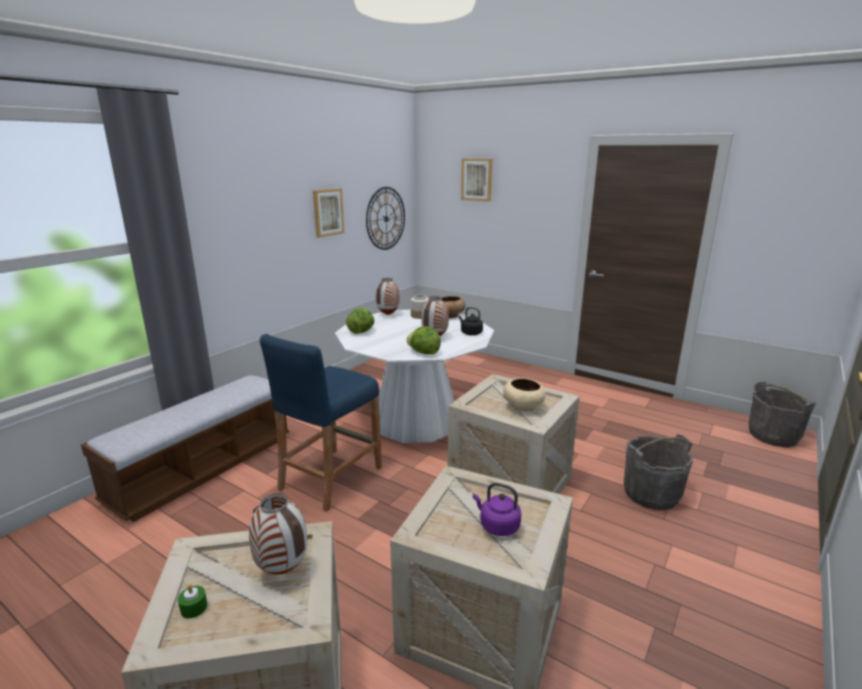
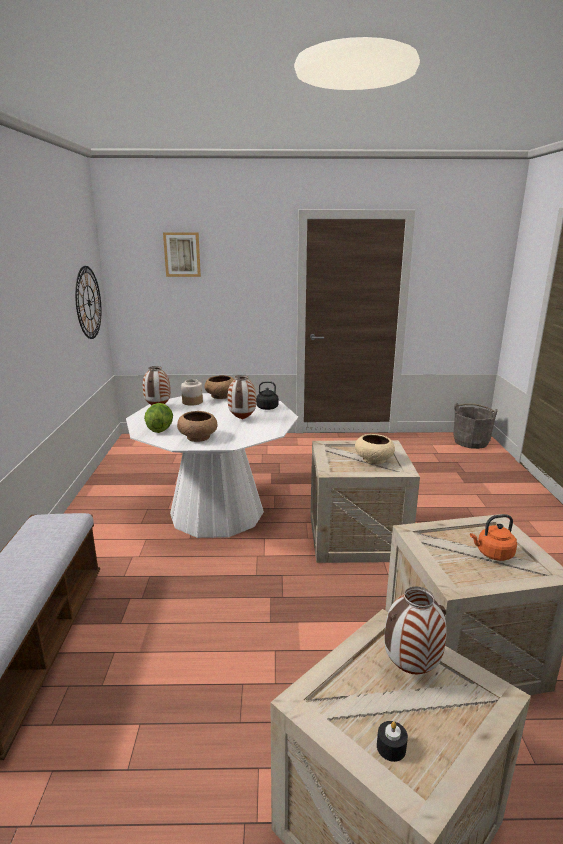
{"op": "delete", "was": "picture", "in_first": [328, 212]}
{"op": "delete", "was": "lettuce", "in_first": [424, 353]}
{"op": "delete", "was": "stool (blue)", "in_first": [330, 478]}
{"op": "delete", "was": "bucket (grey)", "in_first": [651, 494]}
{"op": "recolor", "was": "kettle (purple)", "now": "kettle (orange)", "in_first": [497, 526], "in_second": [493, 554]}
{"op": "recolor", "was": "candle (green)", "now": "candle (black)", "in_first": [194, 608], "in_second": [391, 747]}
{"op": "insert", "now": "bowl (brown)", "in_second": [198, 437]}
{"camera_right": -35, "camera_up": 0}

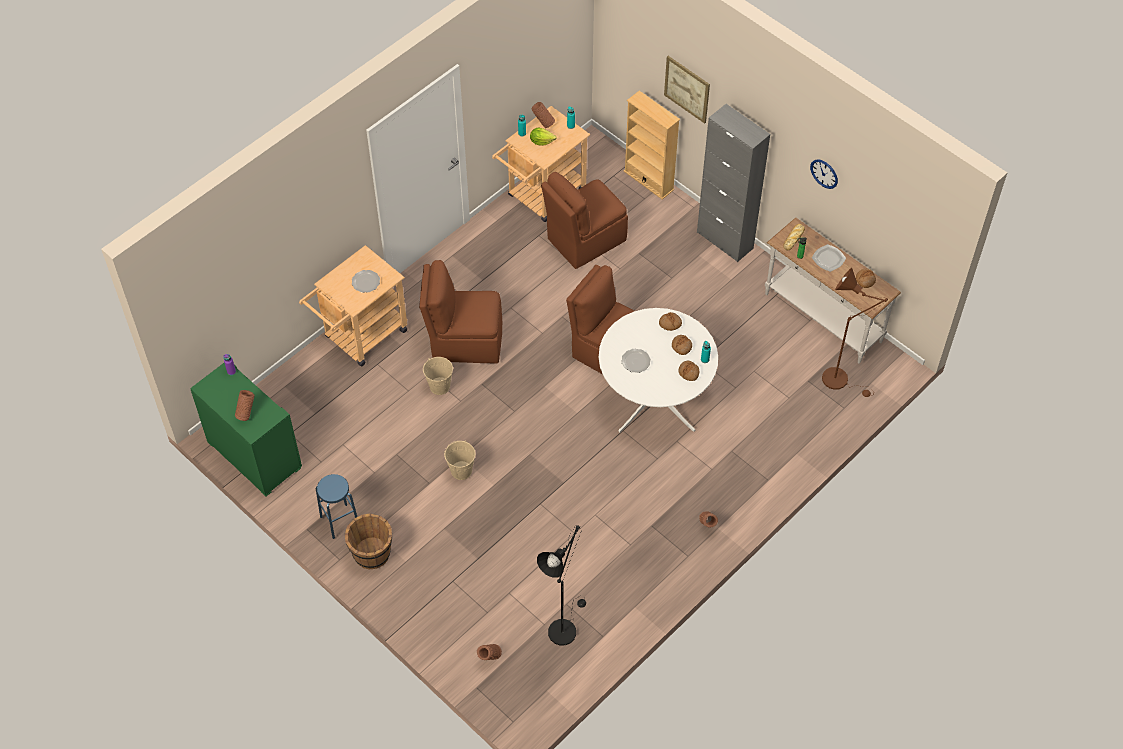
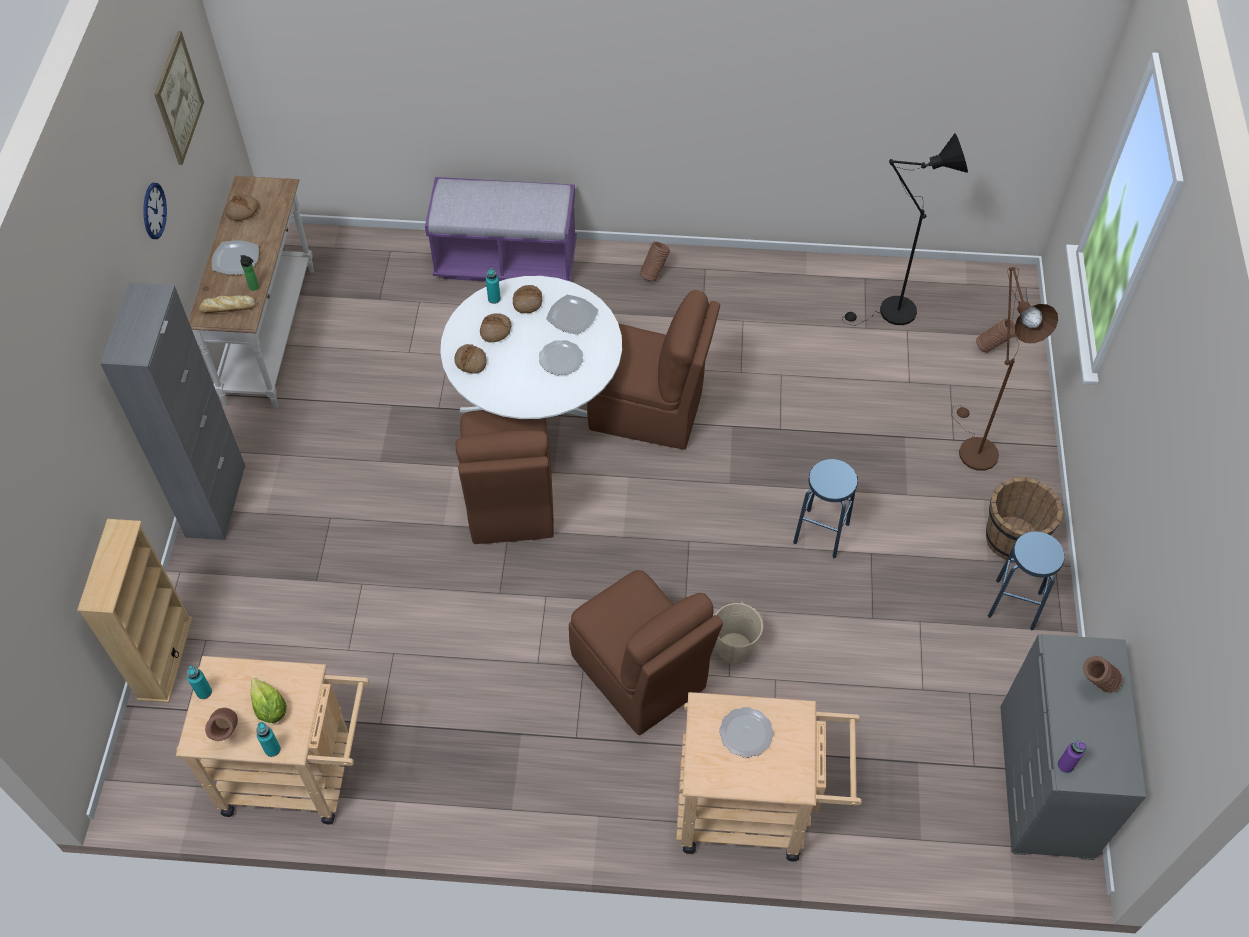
{"op": "move", "was": "picture", "in_first": [687, 89], "in_second": [178, 98]}
{"op": "move", "was": "chair (brown)", "in_first": [584, 240], "in_second": [649, 411]}
{"op": "move", "was": "floor lamp (brown)", "in_first": [840, 380], "in_second": [974, 448]}
{"op": "recolor", "was": "dresser (green)", "now": "dresser (grey)", "in_first": [253, 455], "in_second": [1047, 782]}
{"op": "replace", "was": "bucket (beige)", "now": "stool (blue)", "in_first": [461, 470], "in_second": [821, 533]}
{"op": "insert", "now": "bench (purple)", "in_second": [506, 261]}
{"op": "insert", "now": "plate", "in_second": [572, 316]}
{"camera_right": -130, "camera_up": 0}

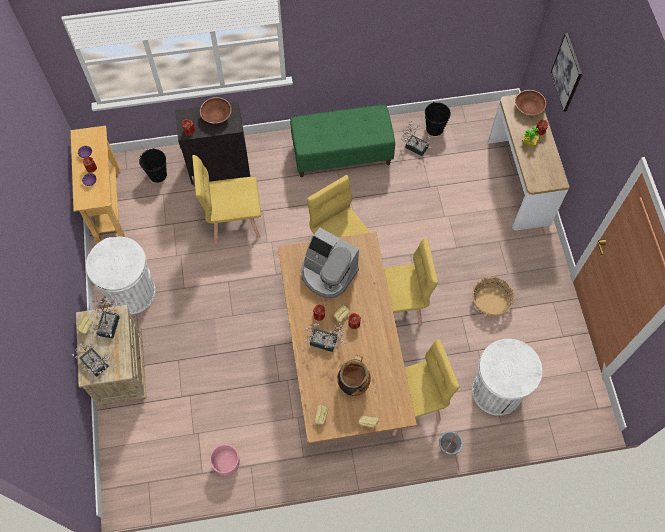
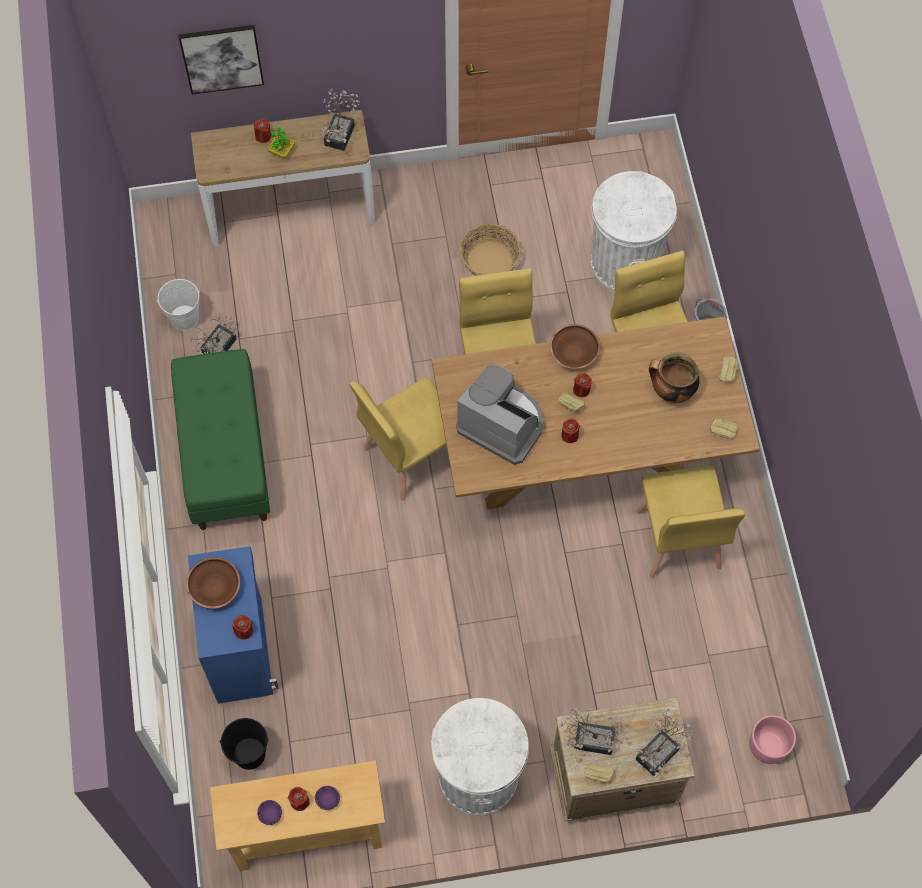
{"op": "move", "was": "bowl (brown)", "in_first": [528, 108], "in_second": [574, 353]}
{"op": "recolor", "was": "cabinet (black)", "now": "cabinet (blue)", "in_first": [219, 168], "in_second": [241, 649]}
{"op": "recolor", "was": "bucket (black)", "now": "bucket (white)", "in_first": [434, 128], "in_second": [184, 318]}
{"op": "move", "was": "chair (yellow)", "in_first": [234, 221], "in_second": [677, 540]}
{"op": "rotate", "was": "coffee machine", "in_first": [328, 273], "in_second": [502, 424], "clockwise": -90}
{"op": "move", "was": "potted plant", "in_first": [326, 342], "in_second": [341, 132]}
{"op": "move", "was": "planter (pink)", "in_first": [226, 464], "in_second": [768, 746]}
{"camera_right": -90, "camera_up": 0}

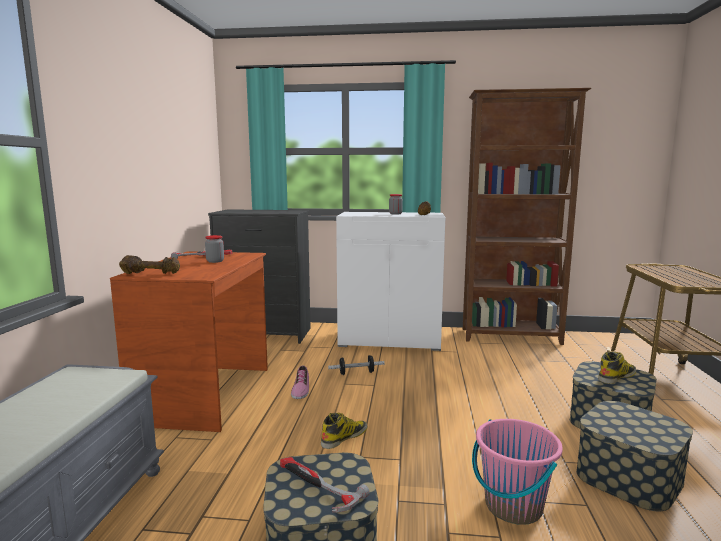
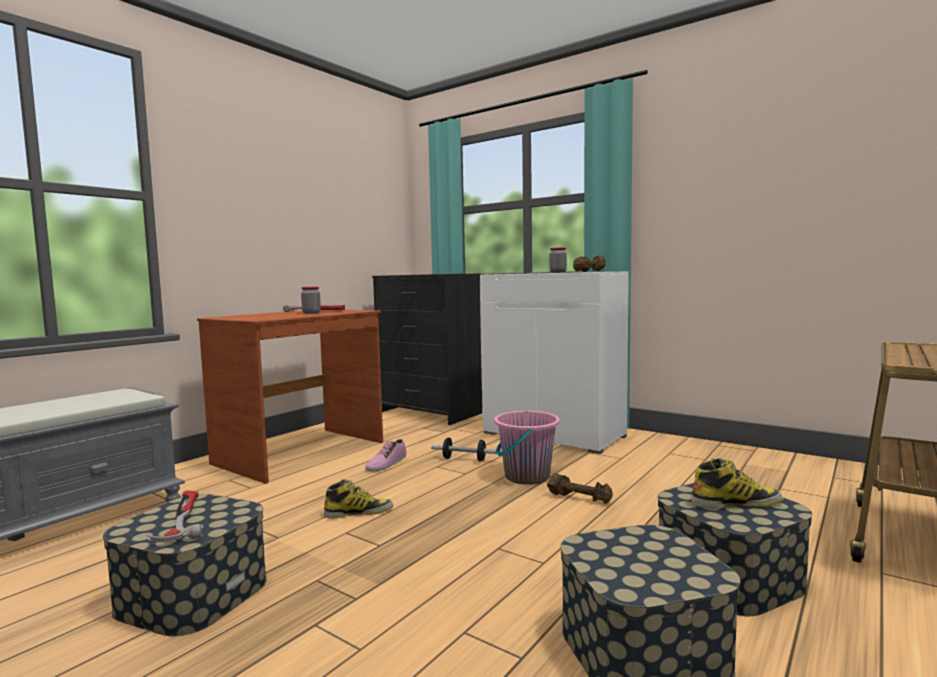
{"op": "delete", "was": "bookcase (brown)", "in_first": [511, 337]}
{"op": "move", "was": "dumbbell (brown)", "in_first": [151, 273], "in_second": [580, 498]}
{"op": "move", "was": "bucket (pink)", "in_first": [513, 506], "in_second": [526, 477]}
{"camera_right": 30, "camera_up": -5}

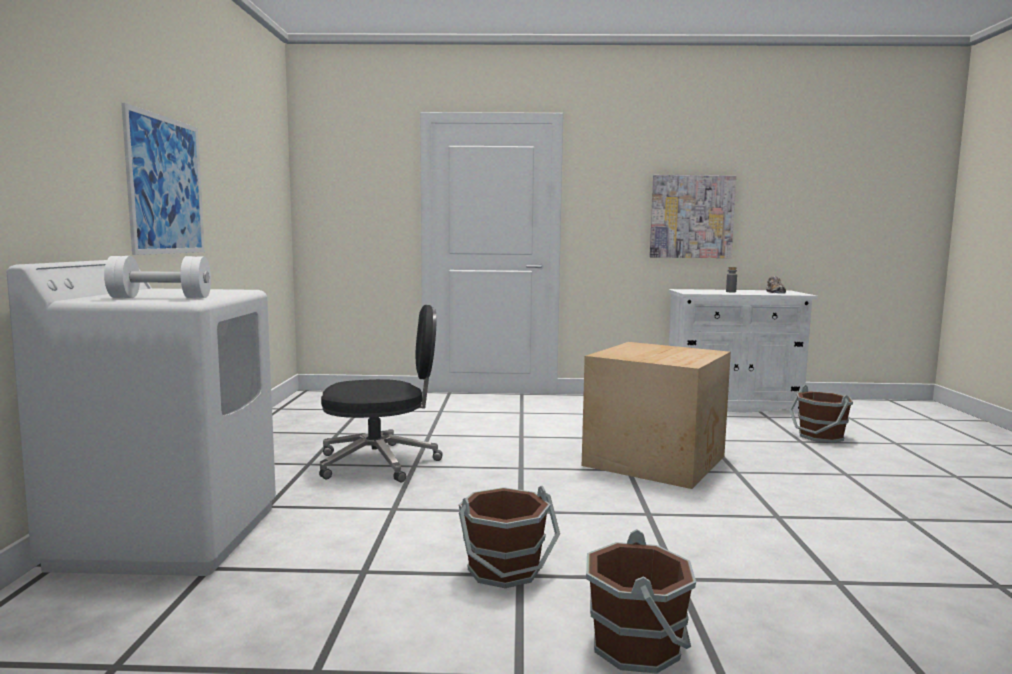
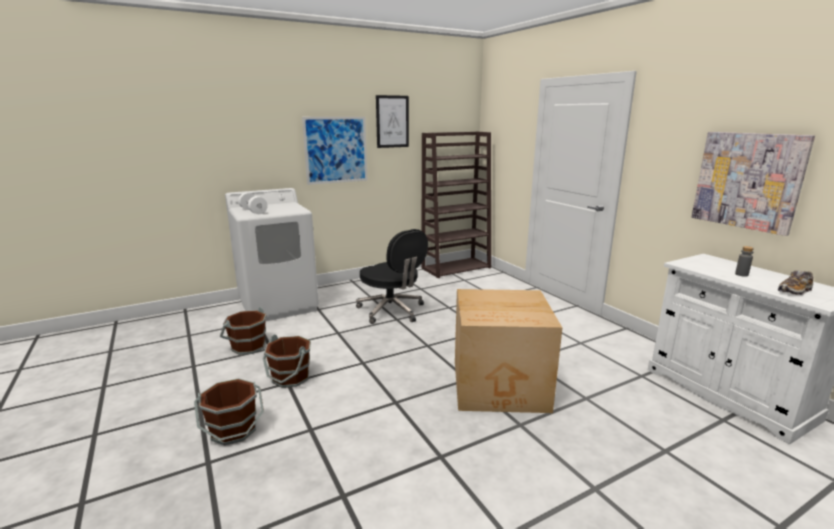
{"op": "move", "was": "bucket (brown)", "in_first": [820, 436], "in_second": [248, 346]}
{"op": "insert", "now": "picture", "in_second": [392, 121]}
{"op": "insert", "now": "bookcase (brown)", "in_second": [456, 268]}
{"camera_right": 60, "camera_up": 10}

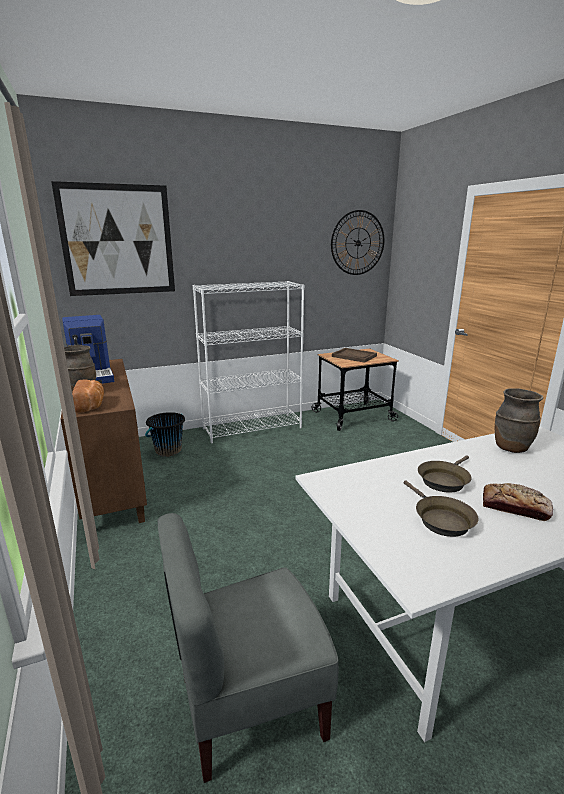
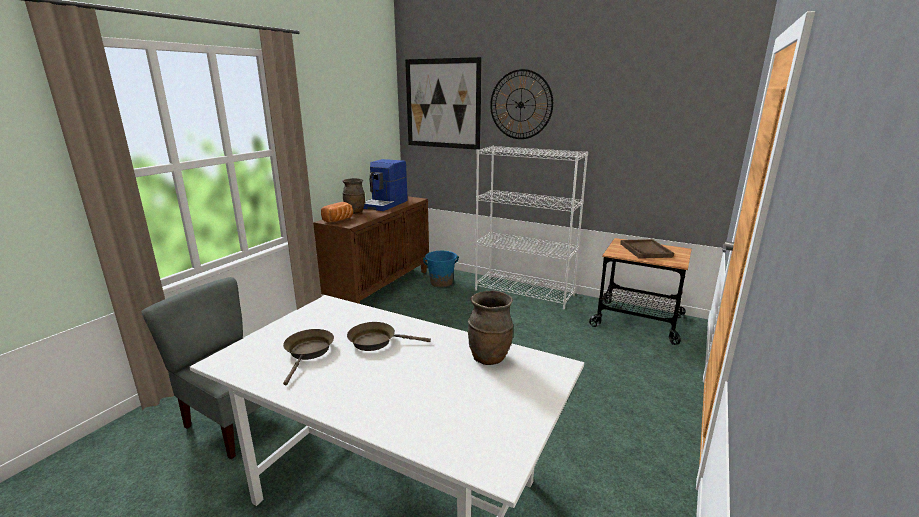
{"op": "move", "was": "wall clock", "in_first": [358, 243], "in_second": [521, 105]}
{"op": "recolor", "was": "bucket (black)", "now": "bucket (blue)", "in_first": [168, 451], "in_second": [441, 283]}
{"op": "rotate", "was": "frying pan (brown)", "in_first": [440, 519], "in_second": [308, 352], "clockwise": 150}
{"op": "delete", "was": "bread", "in_first": [515, 507]}
{"camera_right": 50, "camera_up": 0}

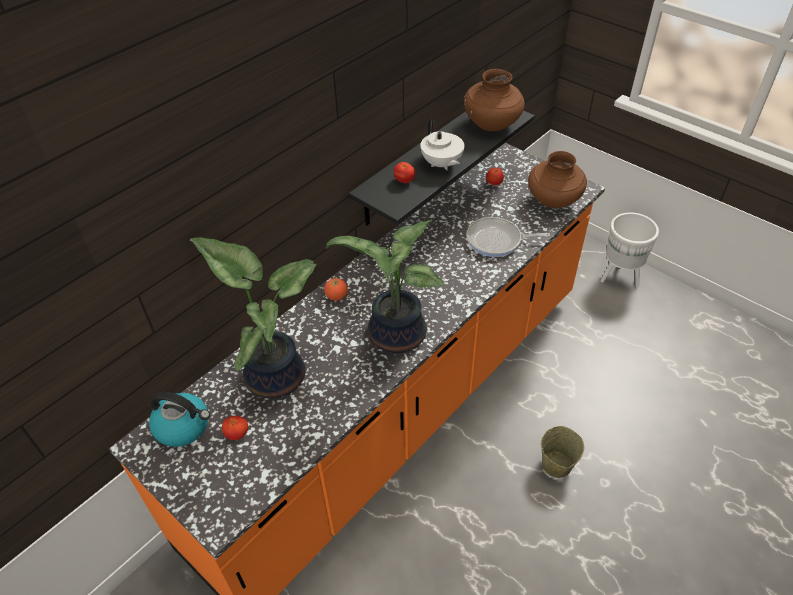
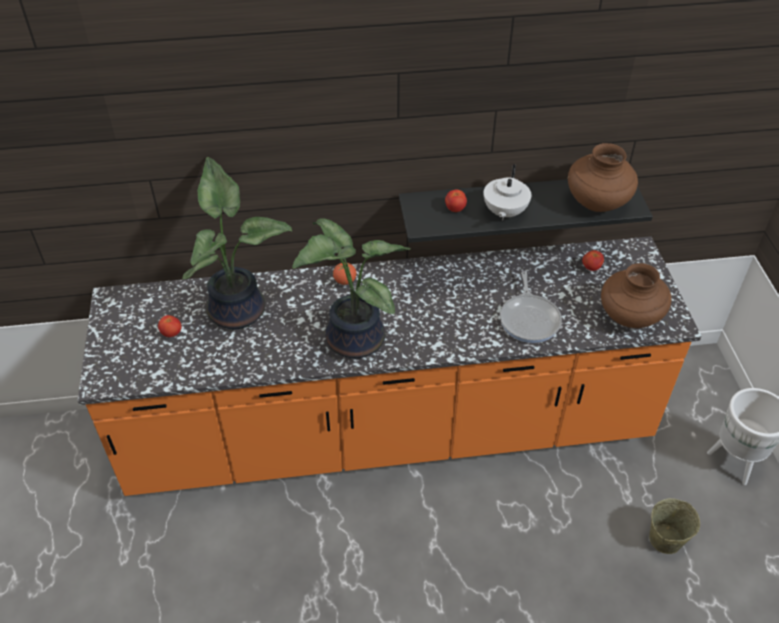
{"op": "rotate", "was": "frying pan", "in_first": [497, 241], "in_second": [529, 319], "clockwise": -135}
{"op": "delete", "was": "kettle", "in_first": [183, 426]}
{"op": "move", "was": "bucket (beige)", "in_first": [556, 465], "in_second": [665, 539]}
{"camera_right": 40, "camera_up": 0}

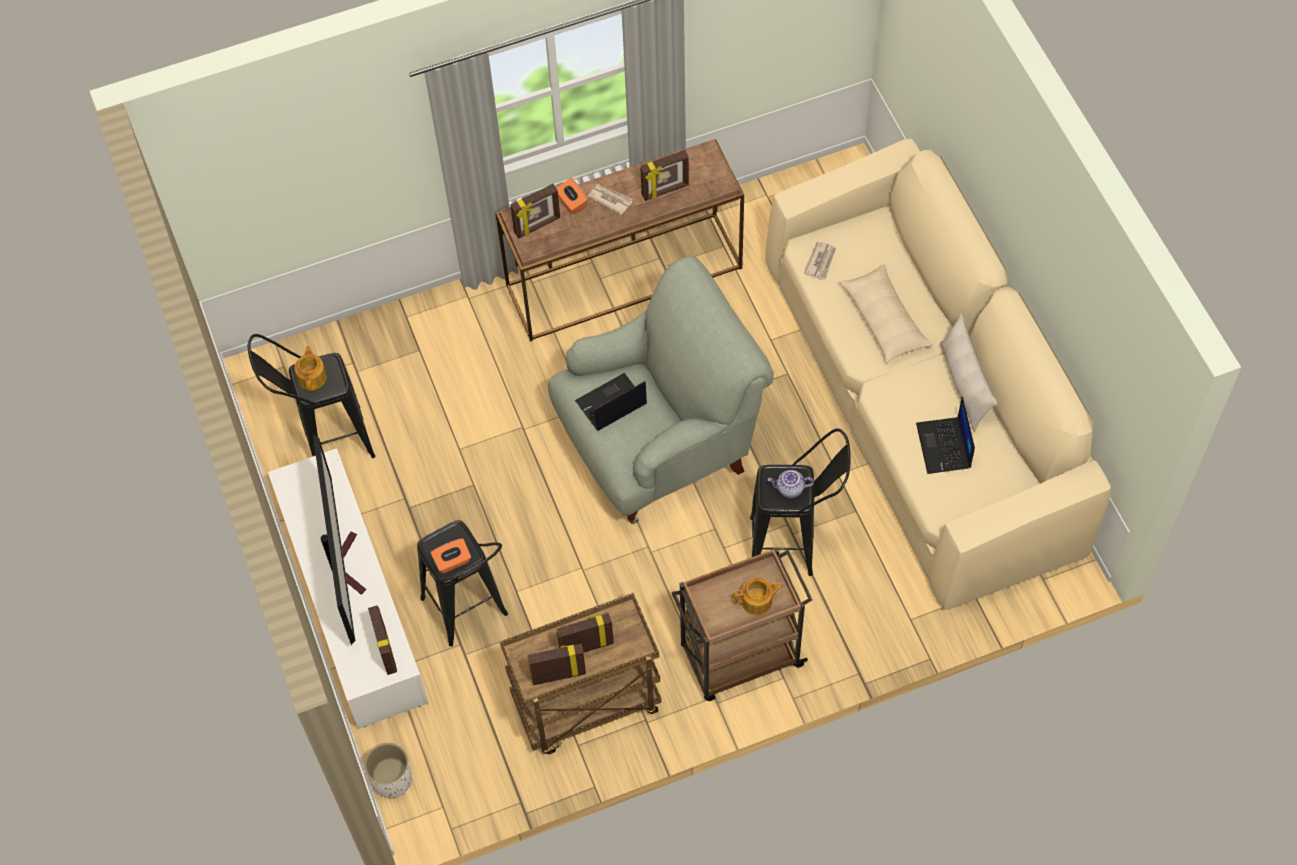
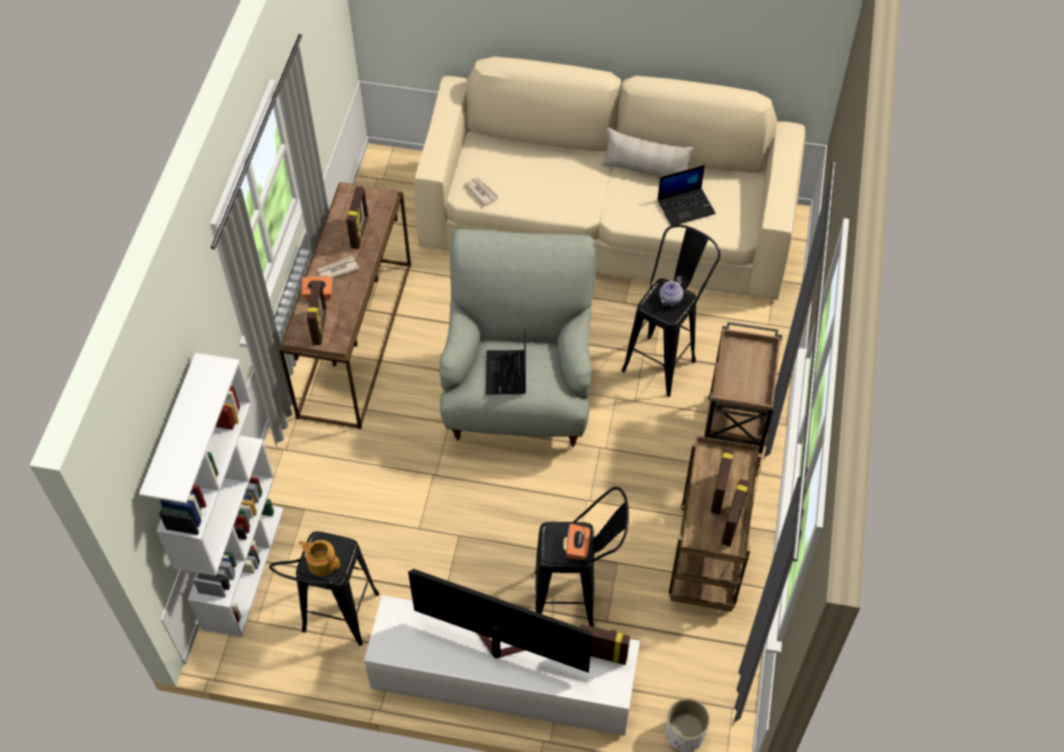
{"op": "delete", "was": "pillow (beige)", "in_first": [884, 320]}
{"op": "rotate", "was": "laptop", "in_first": [944, 446], "in_second": [686, 206], "clockwise": -45}
{"op": "delete", "was": "teapot", "in_first": [757, 601]}
{"op": "insert", "now": "bookcase (white)", "in_second": [243, 567]}
{"camera_right": -60, "camera_up": -5}

